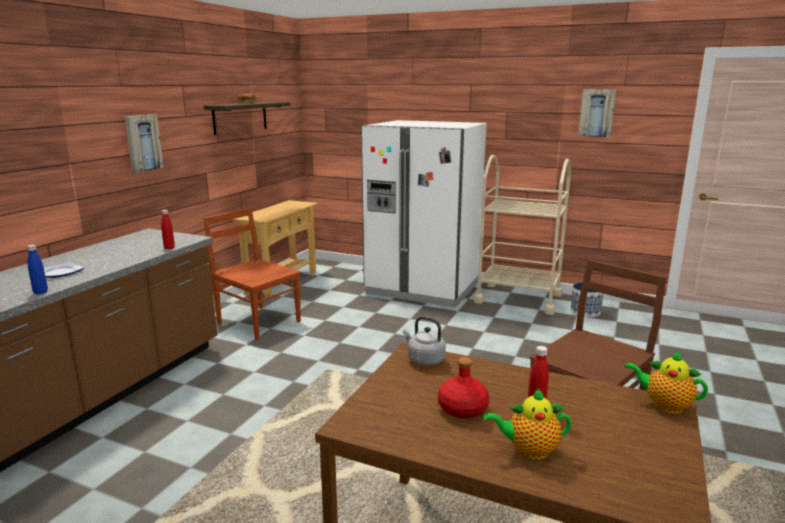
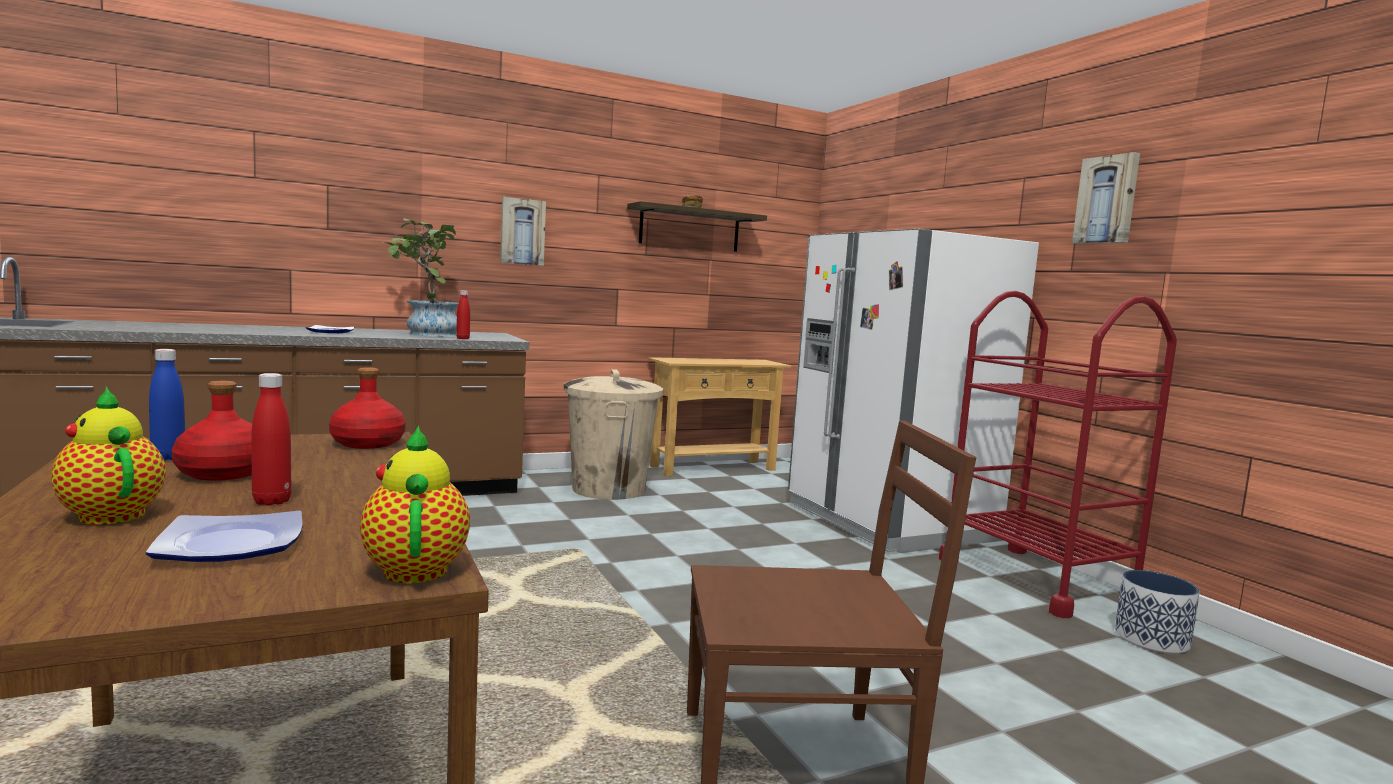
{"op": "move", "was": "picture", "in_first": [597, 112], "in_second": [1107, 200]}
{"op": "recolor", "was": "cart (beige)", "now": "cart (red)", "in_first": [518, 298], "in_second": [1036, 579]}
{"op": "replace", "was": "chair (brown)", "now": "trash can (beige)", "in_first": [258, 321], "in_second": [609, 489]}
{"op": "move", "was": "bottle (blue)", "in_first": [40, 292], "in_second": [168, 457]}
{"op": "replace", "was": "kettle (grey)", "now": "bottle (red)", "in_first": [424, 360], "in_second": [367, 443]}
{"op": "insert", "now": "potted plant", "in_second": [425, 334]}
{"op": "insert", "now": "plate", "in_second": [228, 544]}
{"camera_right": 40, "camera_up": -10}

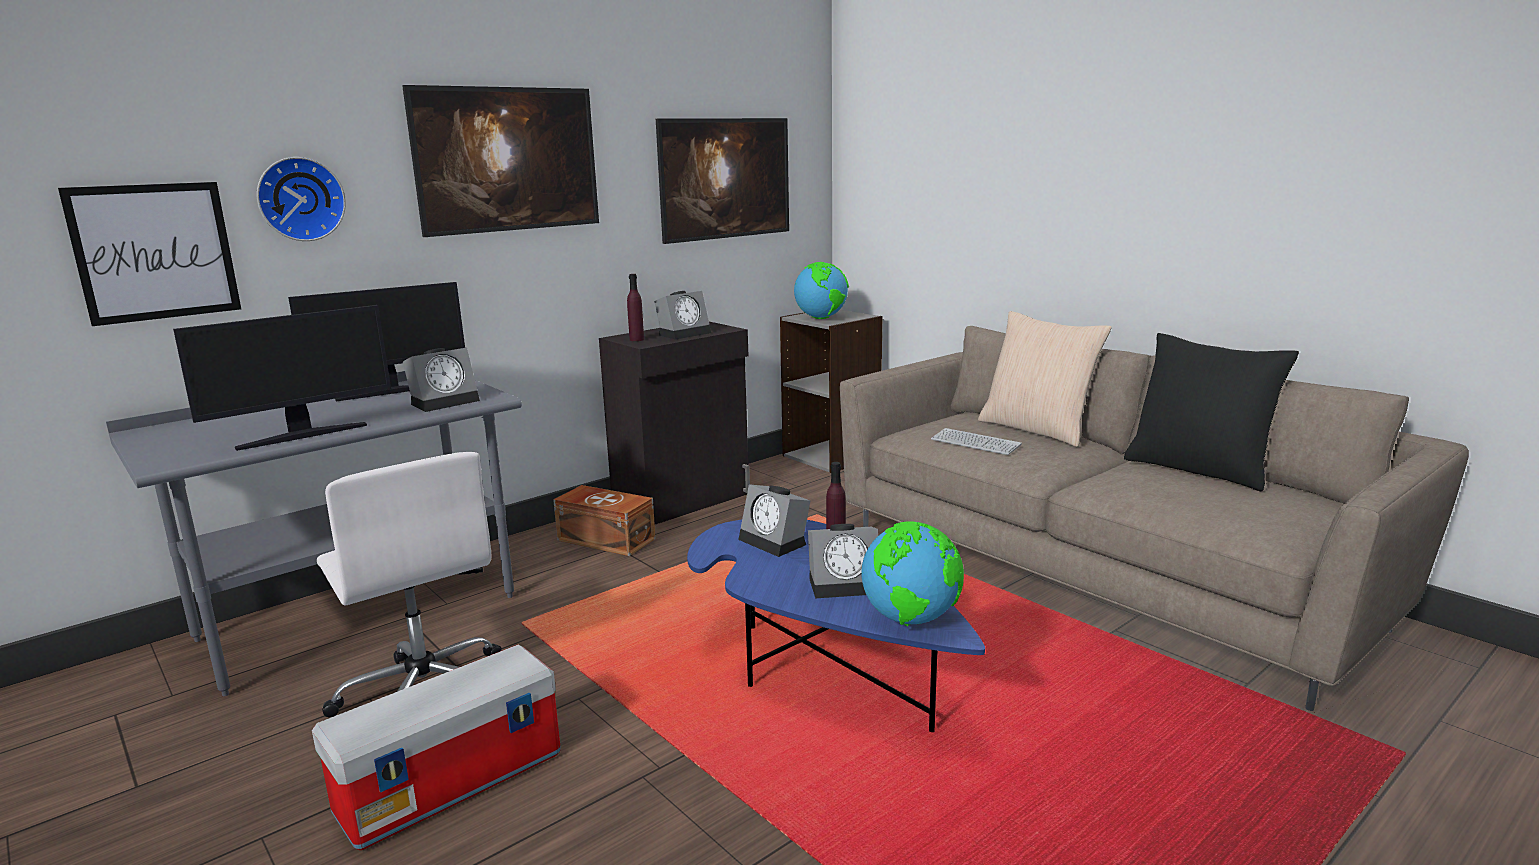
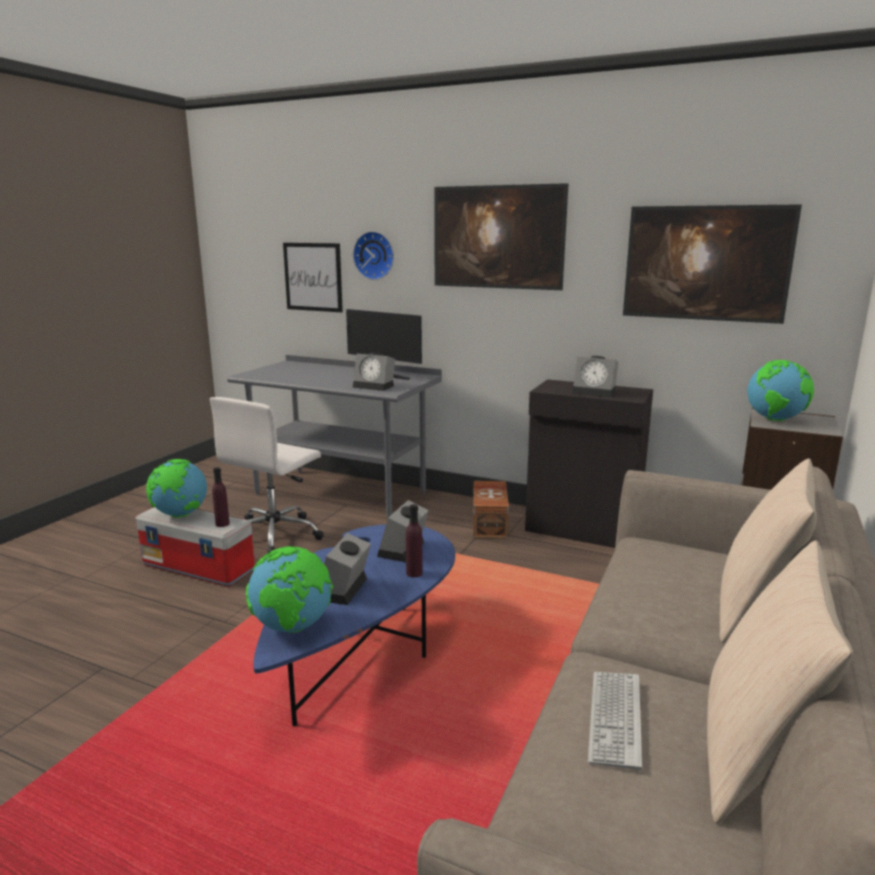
{"op": "move", "was": "bottle (purple)", "in_first": [636, 339], "in_second": [222, 524]}
{"op": "delete", "was": "monitor", "in_first": [302, 435]}
{"op": "recolor", "was": "pillow (black)", "now": "pillow (beige)", "in_first": [1199, 469], "in_second": [753, 753]}
{"op": "move", "was": "keyboard", "in_first": [975, 443], "in_second": [615, 718]}
{"op": "rotate", "was": "alarm clock", "in_first": [846, 584], "in_second": [343, 590], "clockwise": 45}
{"op": "insert", "now": "globe", "in_second": [180, 515]}
{"camera_right": 65, "camera_up": 0}

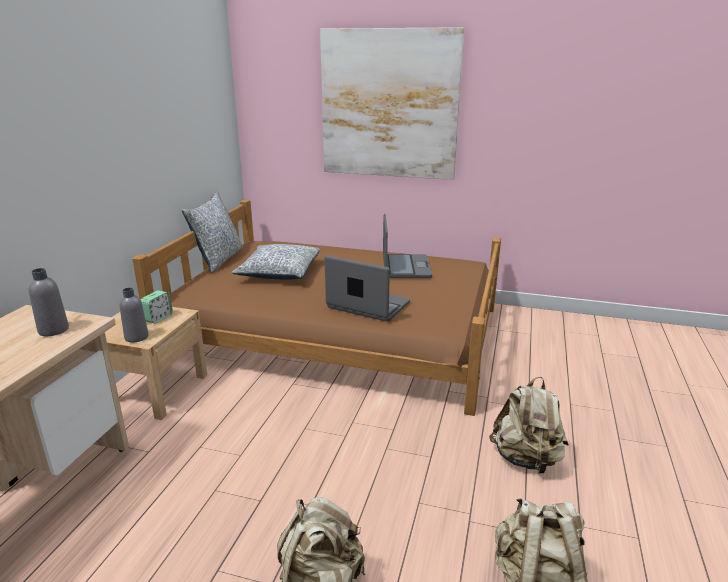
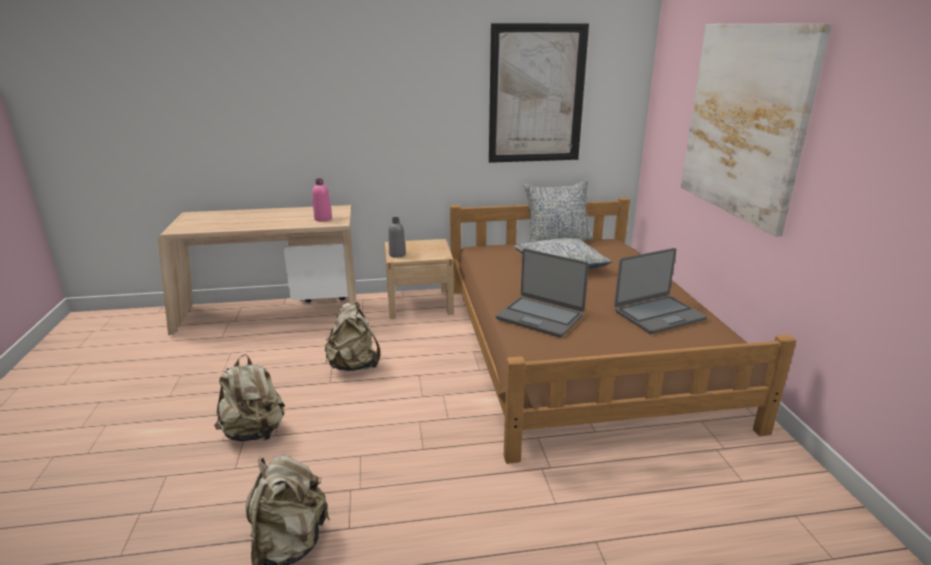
{"op": "rotate", "was": "laptop", "in_first": [368, 306], "in_second": [540, 317], "clockwise": 120}
{"op": "recolor", "was": "bottle (grey)", "now": "bottle (pink)", "in_first": [53, 330], "in_second": [323, 219]}
{"op": "delete", "was": "alarm clock", "in_first": [158, 318]}
{"op": "move", "was": "backpack (beige)", "in_first": [526, 459], "in_second": [354, 365]}
{"op": "insert", "now": "picture", "in_second": [536, 95]}
{"camera_right": 65, "camera_up": 0}

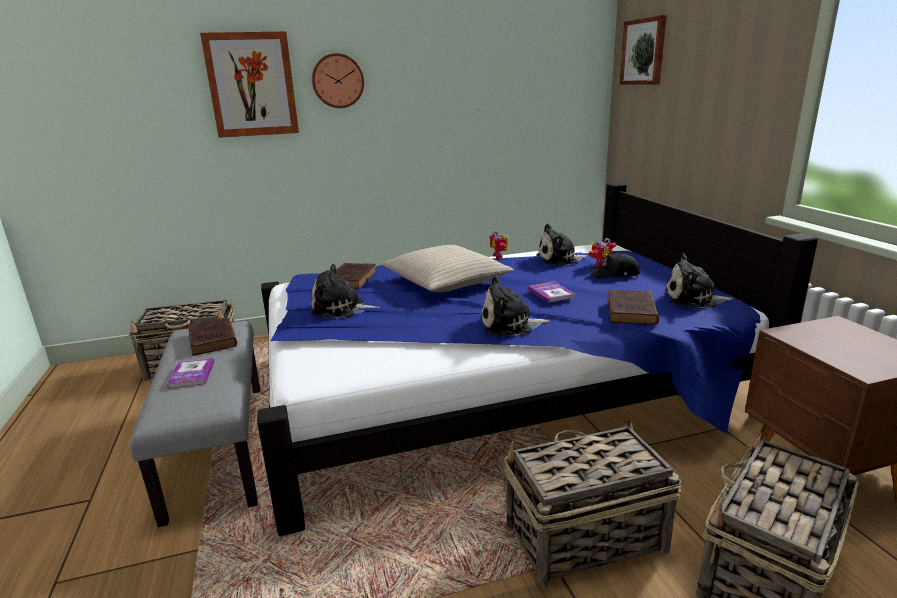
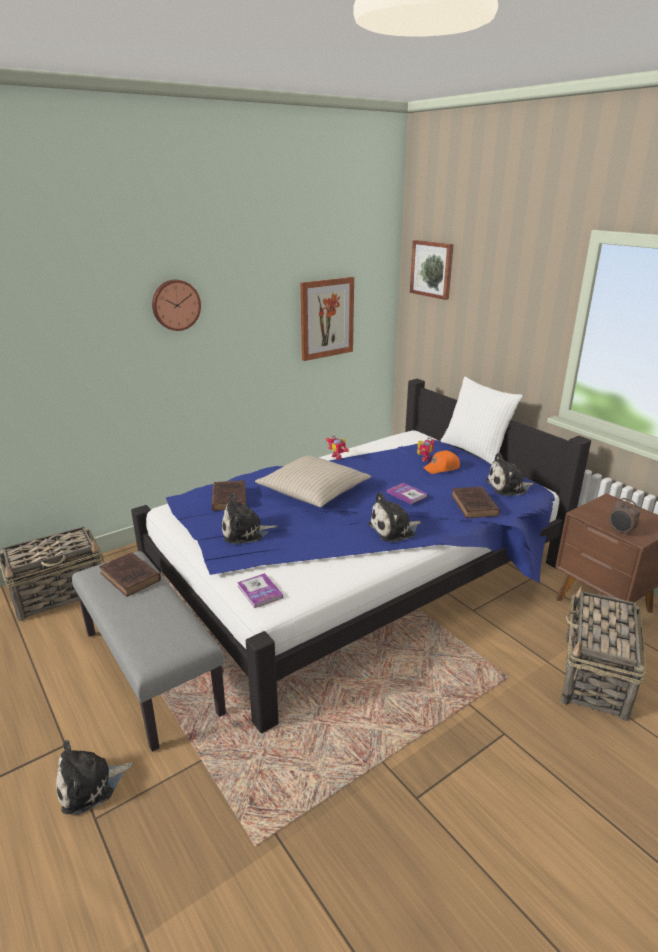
{"op": "move", "was": "picture", "in_first": [252, 85], "in_second": [326, 318]}
{"op": "move", "was": "plush toy", "in_first": [560, 259], "in_second": [90, 785]}
{"op": "recolor", "was": "cap (black)", "now": "cap (orange)", "in_first": [615, 274], "in_second": [442, 468]}
{"op": "move", "was": "book", "in_first": [191, 374], "in_second": [259, 591]}
{"op": "delete", "was": "basket", "in_first": [583, 538]}
{"op": "insert", "now": "pillow (white)", "in_second": [475, 451]}
{"op": "insert", "now": "alarm clock", "in_second": [620, 532]}
{"camera_right": -20, "camera_up": 5}

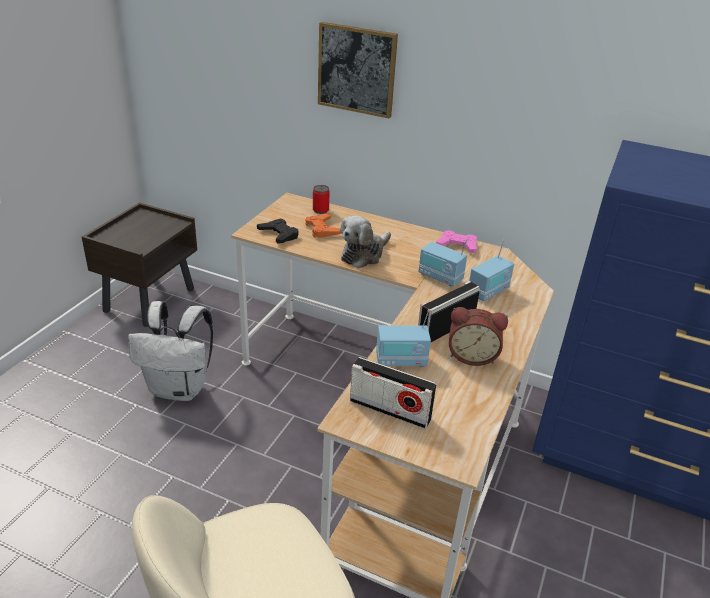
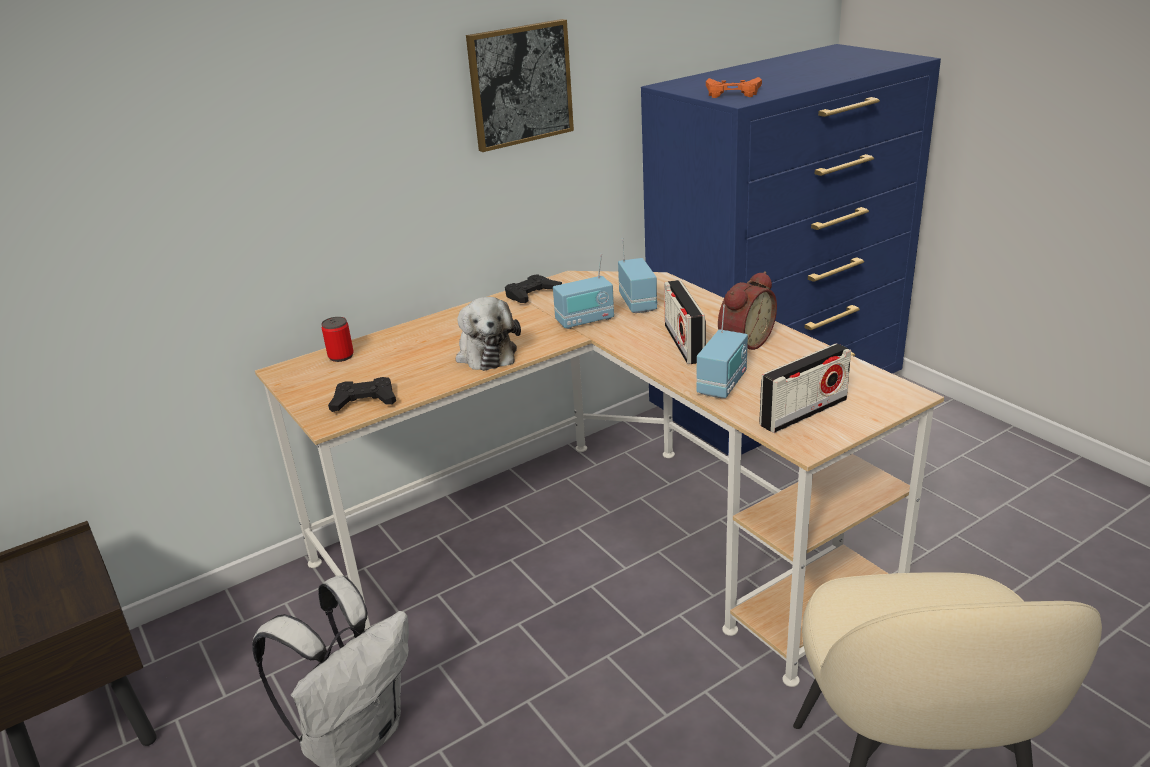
{"op": "move", "was": "picture", "in_first": [357, 70], "in_second": [520, 85]}
{"op": "move", "was": "game controller (orange)", "in_first": [322, 229], "in_second": [732, 93]}
{"op": "recolor", "was": "game controller (pink)", "now": "game controller (black)", "in_first": [457, 246], "in_second": [532, 294]}
{"camera_right": -55, "camera_up": -5}

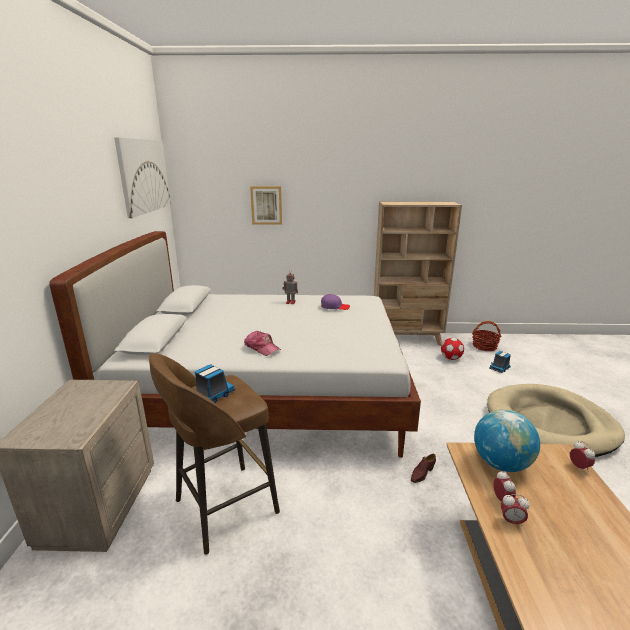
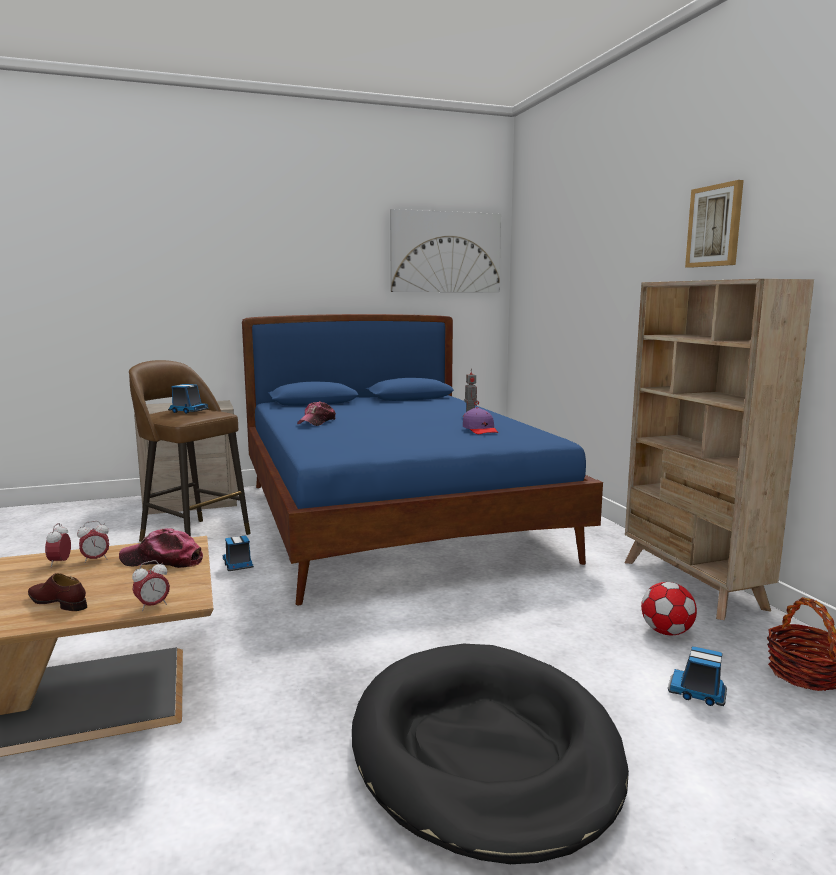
{"op": "move", "was": "picture", "in_first": [266, 205], "in_second": [715, 226]}
{"op": "recolor", "was": "bed (white)", "now": "bed (blue)", "in_first": [267, 393], "in_second": [393, 520]}
{"op": "recolor", "was": "dog bed (beige)", "now": "dog bed (black)", "in_first": [550, 423], "in_second": [485, 751]}
{"op": "replace", "was": "globe", "now": "cap", "in_first": [501, 463], "in_second": [162, 560]}
{"op": "move", "was": "shoe (brown)", "in_first": [422, 473], "in_second": [58, 602]}
{"op": "insert", "now": "toy truck", "in_second": [238, 565]}
{"camera_right": 70, "camera_up": -10}

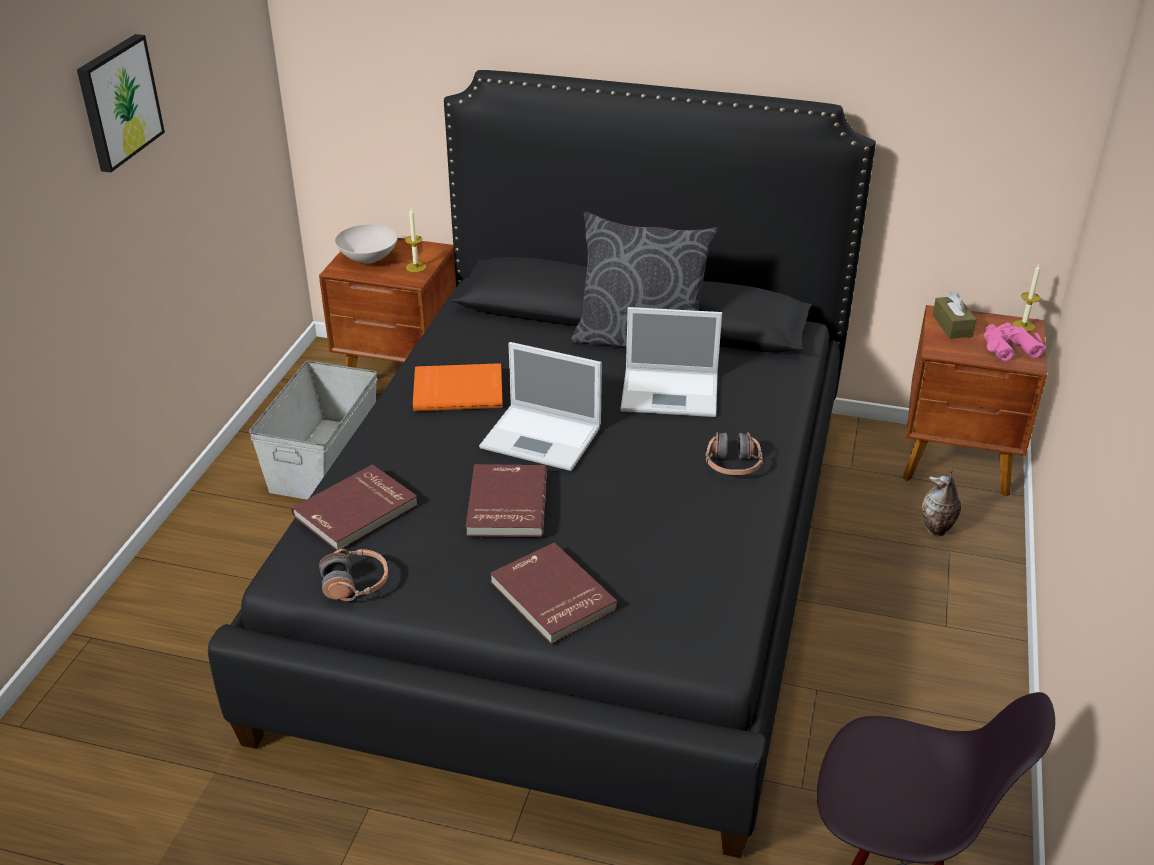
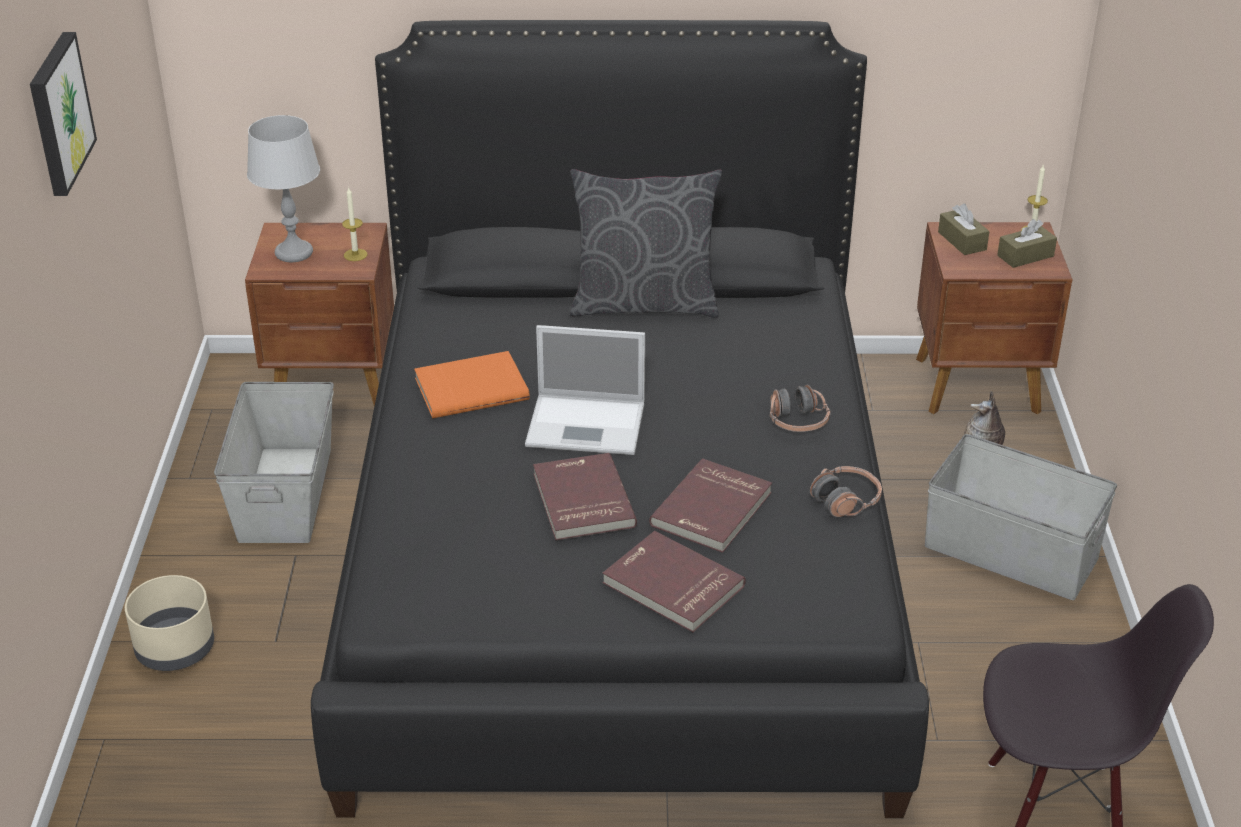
{"op": "replace", "was": "bowl (white)", "now": "table lamp (grey)", "in_first": [367, 259], "in_second": [293, 253]}
{"op": "delete", "was": "laptop", "in_first": [672, 393]}
{"op": "replace", "was": "binoculars (pink)", "now": "tissue box (brown)", "in_first": [1008, 347], "in_second": [1025, 256]}
{"op": "move", "was": "book (red)", "in_first": [357, 511], "in_second": [713, 509]}
{"op": "move", "was": "headphones", "in_first": [355, 584], "in_second": [846, 500]}
{"op": "insert", "now": "storage box (grey)", "in_second": [1011, 553]}
{"op": "insert", "now": "planter (beige)", "in_second": [174, 648]}
{"camera_right": -15, "camera_up": 0}

